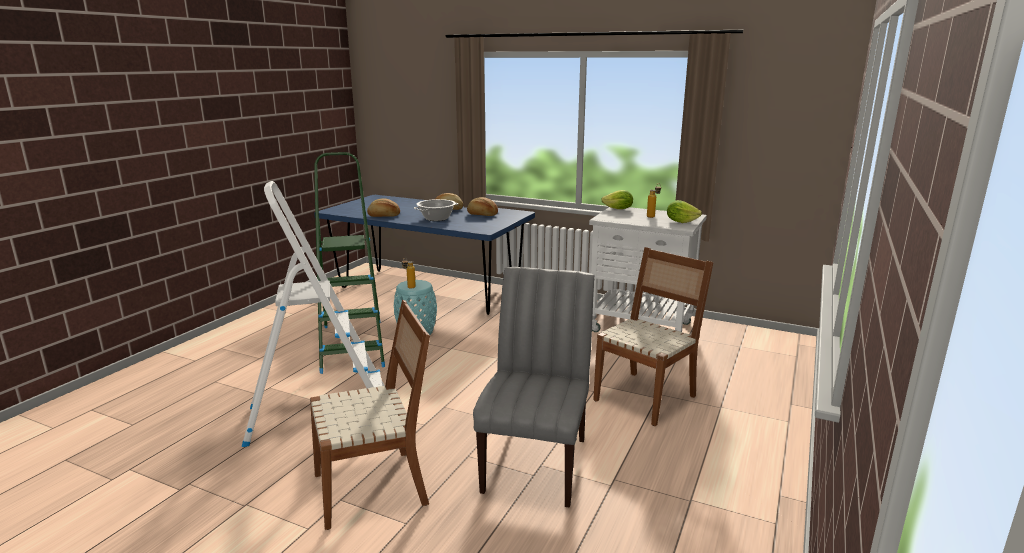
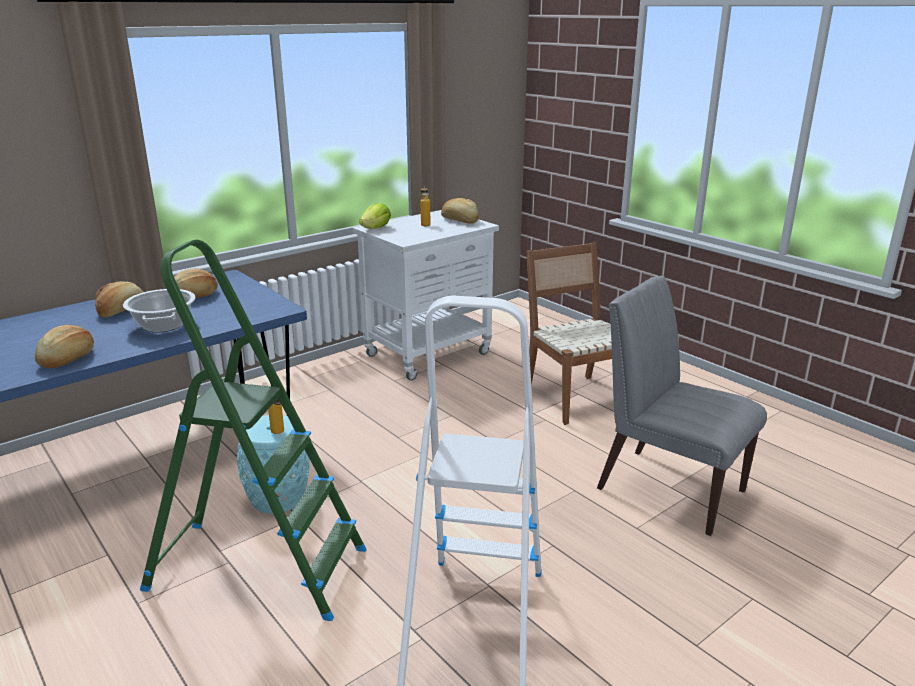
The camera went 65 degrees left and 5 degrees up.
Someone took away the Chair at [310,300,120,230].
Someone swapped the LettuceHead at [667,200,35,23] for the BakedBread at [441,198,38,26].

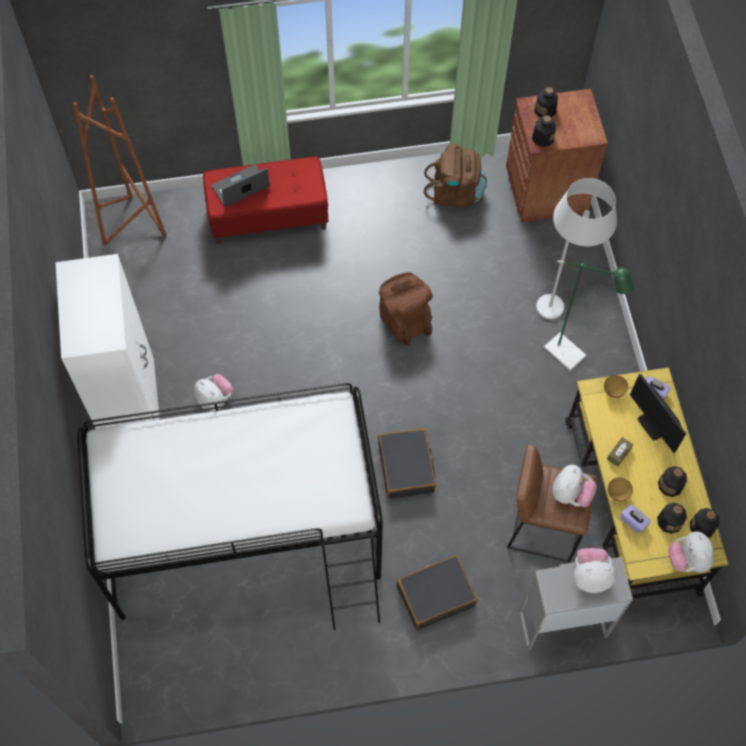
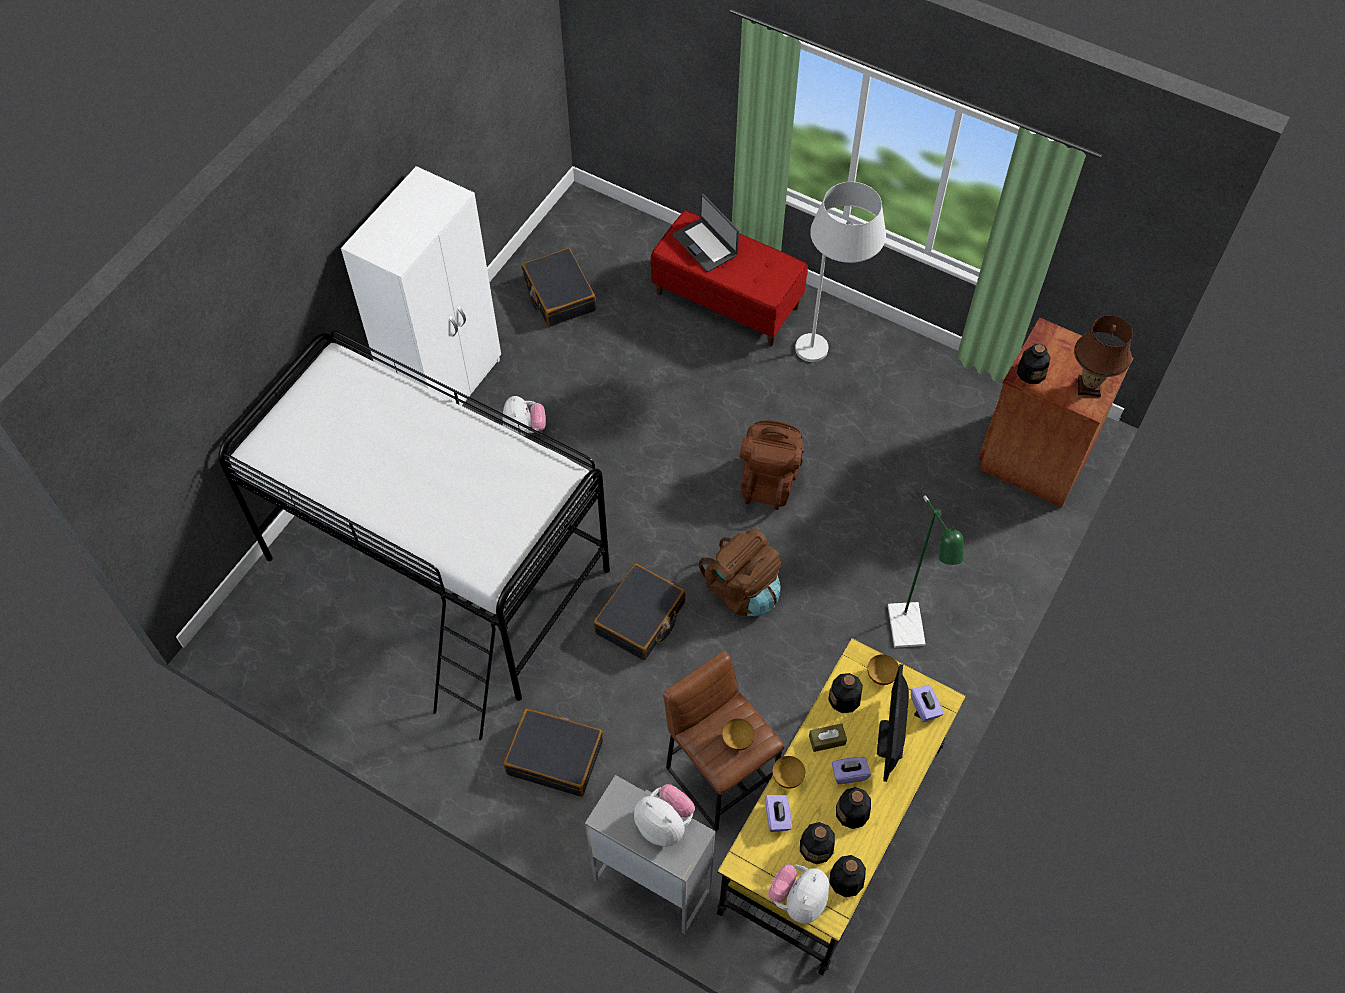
The camera went 40 degrees right and 5 degrees down.
Someone took away the BrownColouredGarmentStand at [73,75,94,171].
Someone rotated the Laptop at [211,164,59,43] by 135 degrees counterclockwise.
Someone carried the BrownColouredRucksack from [424,144,63,63] to [699,529,82,87].
Someone carried the BeverageBottle from [534,87,24,30] to [828,673,35,40].
Someone carried the WhitishStandardLamp from [536,178,81,142] to [795,182,91,180].
Someone swapped the CuddlyToy at [552,465,45,42] for the DeepDish at [722,719,33,32].
Someone put down the BlackishTravelCase at [522,248,74,79].
Someone put down the PurplishBoxOfTissues at [832,757,39,27].
Someone put down the BrownColouredLampForATable at [1074,315,59,82].

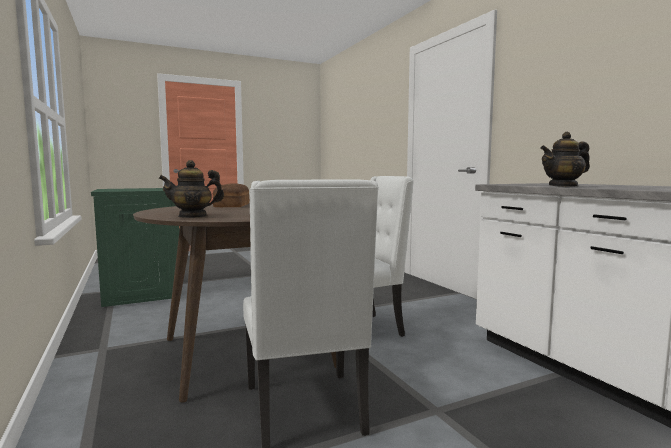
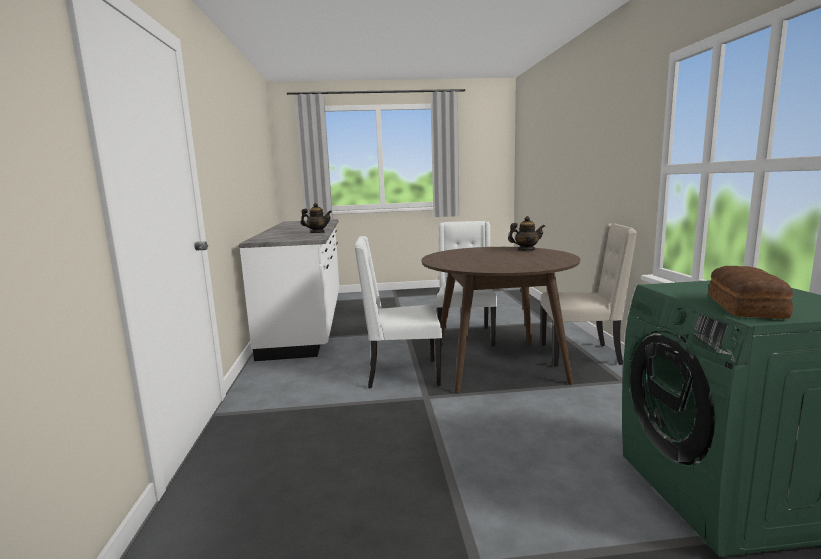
The camera went 160 degrees left and 5 degrees up.
Someone carried the BakedBread from [213,183,37,24] to [708,266,85,53].
Someone put down the BeigeChair at [540,223,97,144].

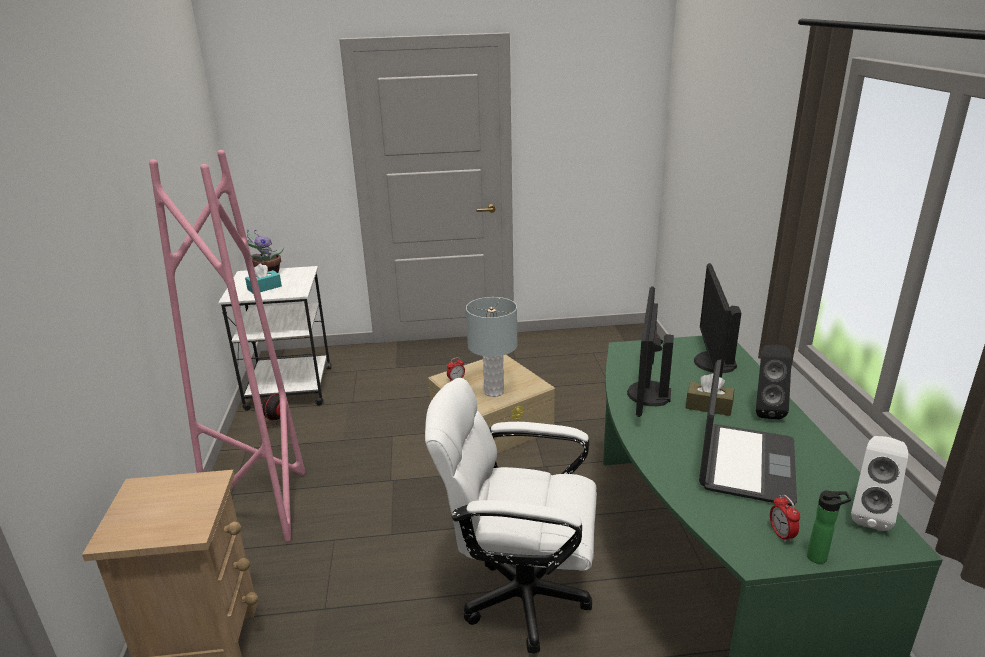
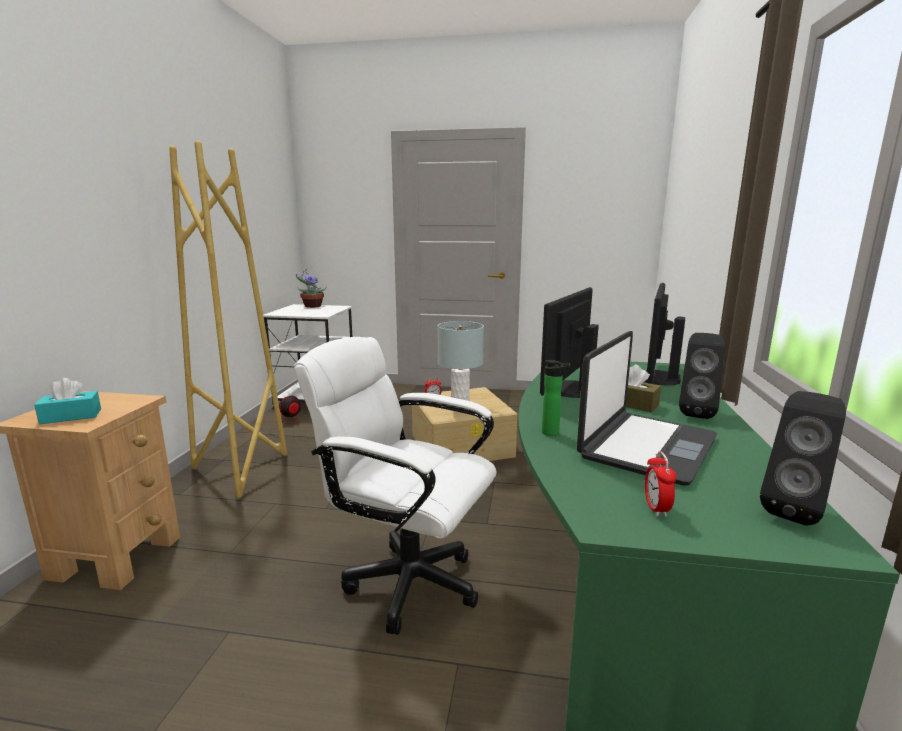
The camera went 15 degrees right and 10 degrees down.
Someone repainted the PinkGarmentStand at [149,150,156,392], which became the YellowGarmentStand at [169,141,118,357].
Someone carried the BlueGreenBoxOfTissues from [245,263,37,30] to [34,378,67,46].
Someone carried the BeverageBottle from [807,490,44,74] to [542,360,29,76].
Someone repainted the WhitishAudioSpeaker at [851,436,57,95], which became the BlackishAudioSpeaker at [760,391,86,135].

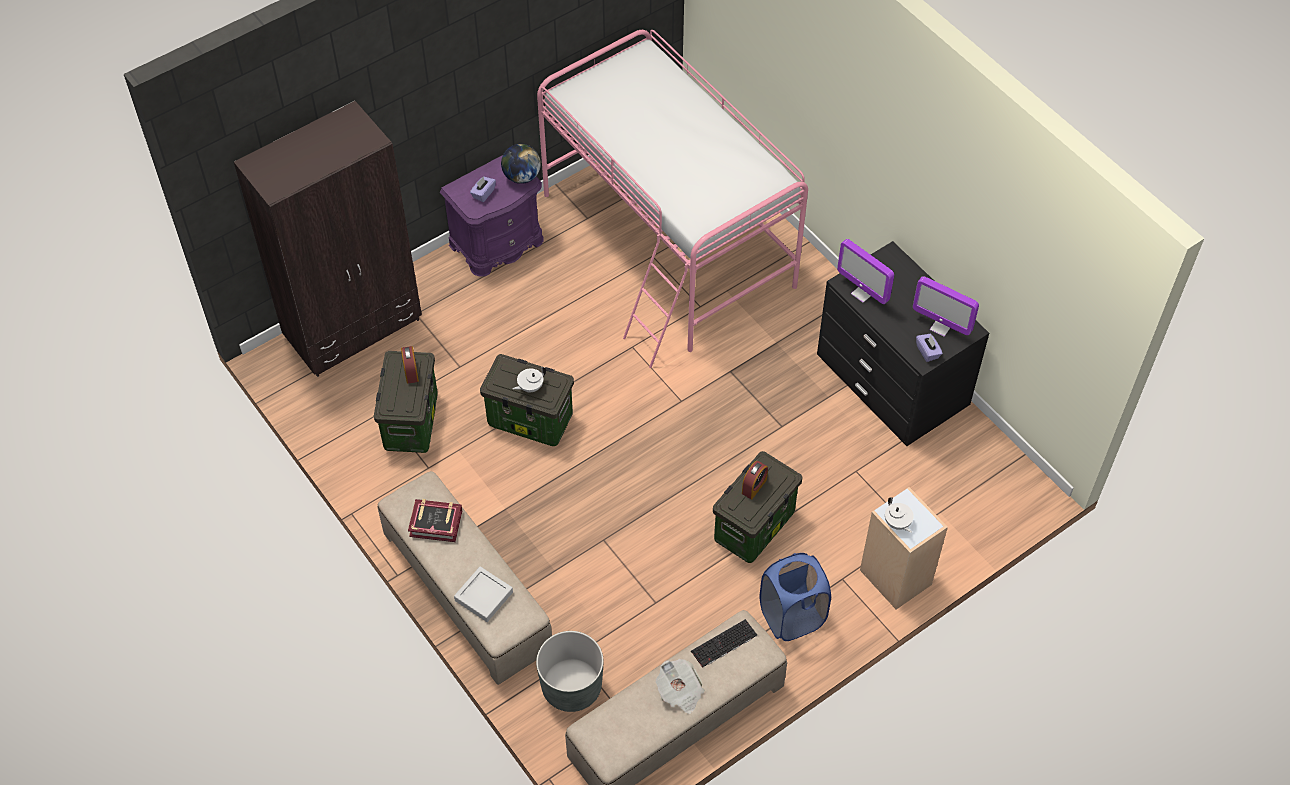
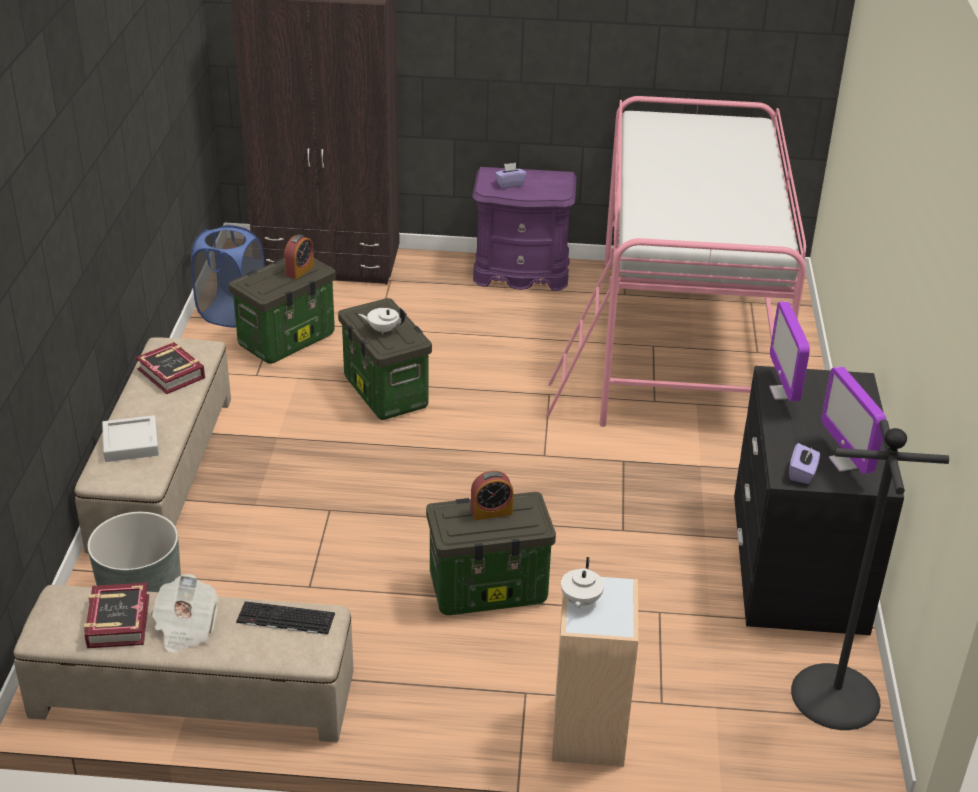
The camera went 40 degrees right and 20 degrees down.
Someone took away the Globe at [501,144,40,40].
Someone carried the BlueHamper from [760,553,71,88] to [191,225,74,103].
Someone put down the Book at [84,583,65,65].
Someone put down the BlackishGarmentStand at [791,420,158,310].

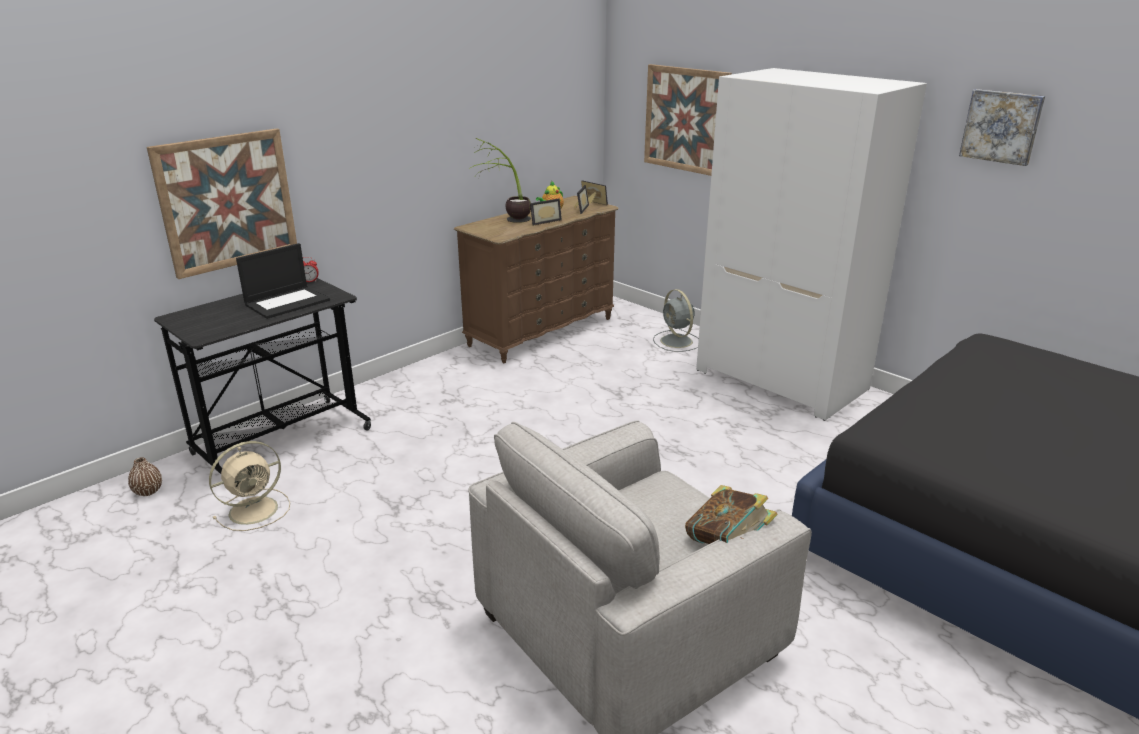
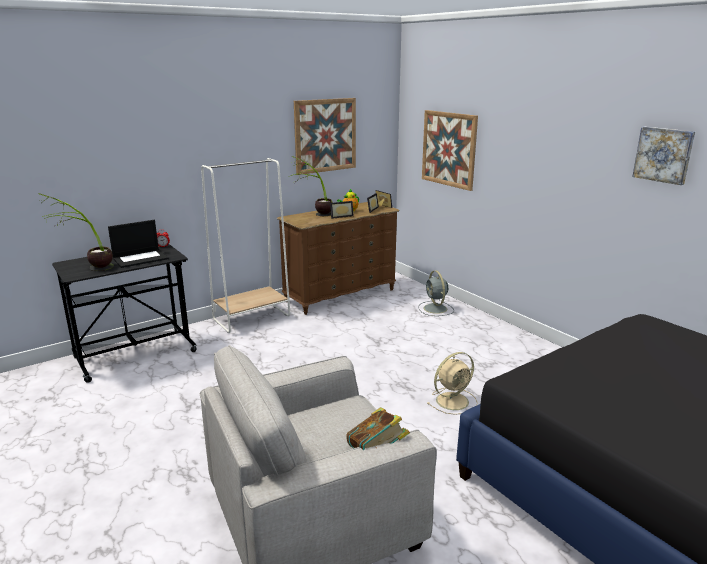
The camera went 10 degrees right and 5 degrees down.
Someone took away the BrownColouredVase at [128,457,34,39].
Someone carried the WallArt from [147,128,150,151] to [294,98,62,77].
Someone carried the BeigeCoolingFan from [209,441,81,90] to [427,352,51,63].
Someone took away the WhitishArmoire at [696,68,231,353].
Someone put down the PlantInAPot at [38,193,76,78].
Someone put down the GarmentStand at [201,158,89,175].

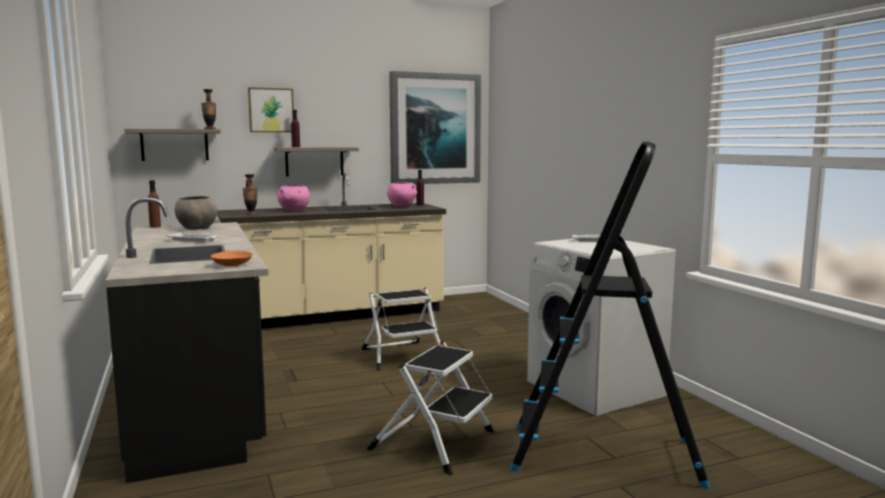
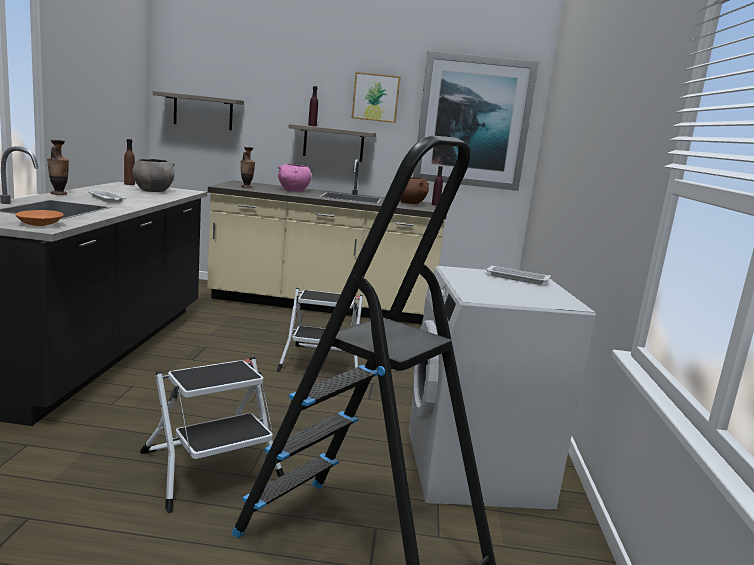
The camera went 25 degrees right and 5 degrees up.
Someone carried the Vase from [201,89,15,40] to [47,140,22,55].
Someone carried the WallArt from [248,87,46,45] to [352,72,49,51].
Someone repainted the PinkDeepDish at [387,182,30,24], which became the BrownColouredDeepDish at [400,177,29,27].

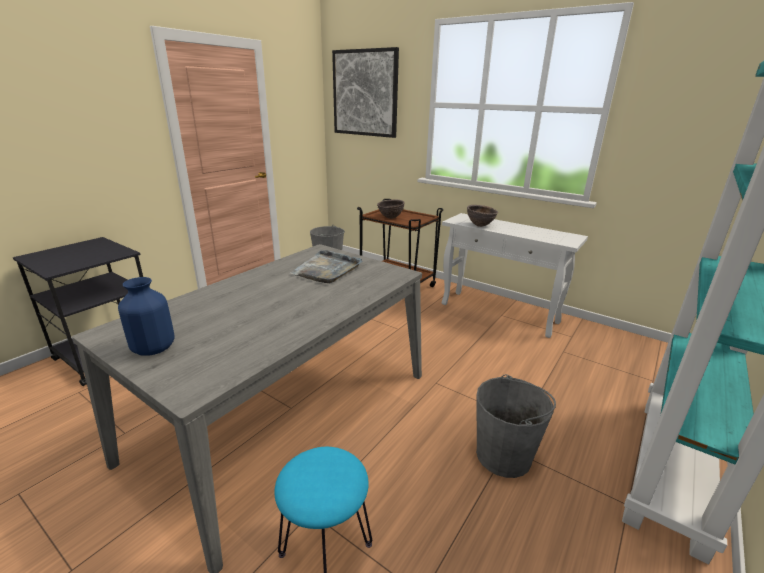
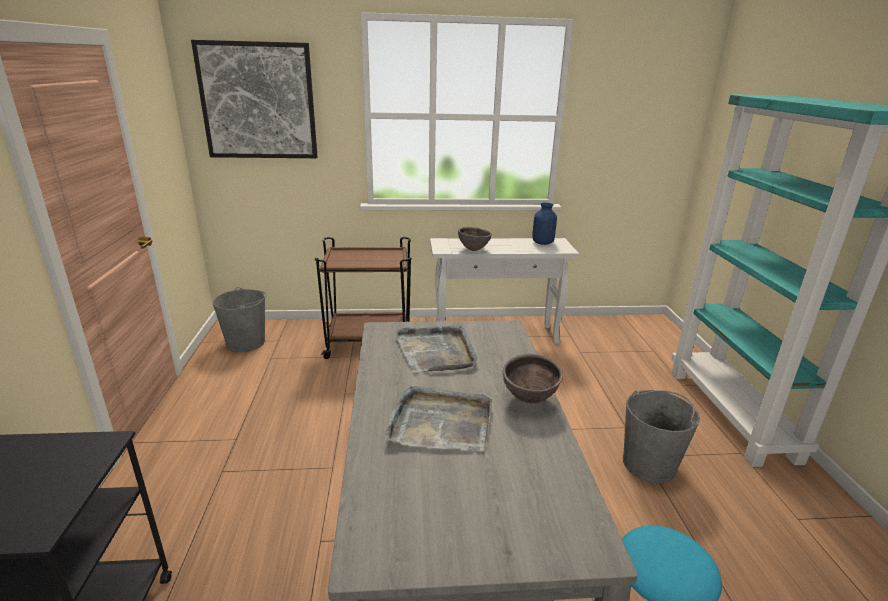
The camera went 40 degrees left and 0 degrees up.
Someone carried the BlueVase from [118,277,57,79] to [532,203,25,42].
Someone carried the BrownColouredDeepDish from [377,200,28,19] to [502,354,61,50].
Someone put down the GreyishTray at [385,385,107,67].

